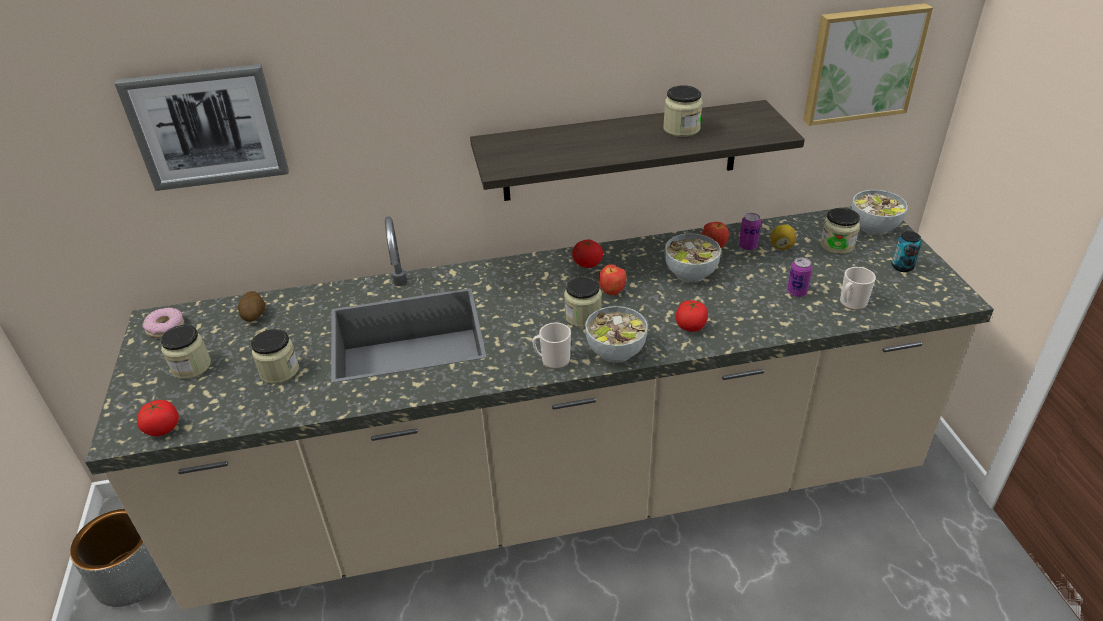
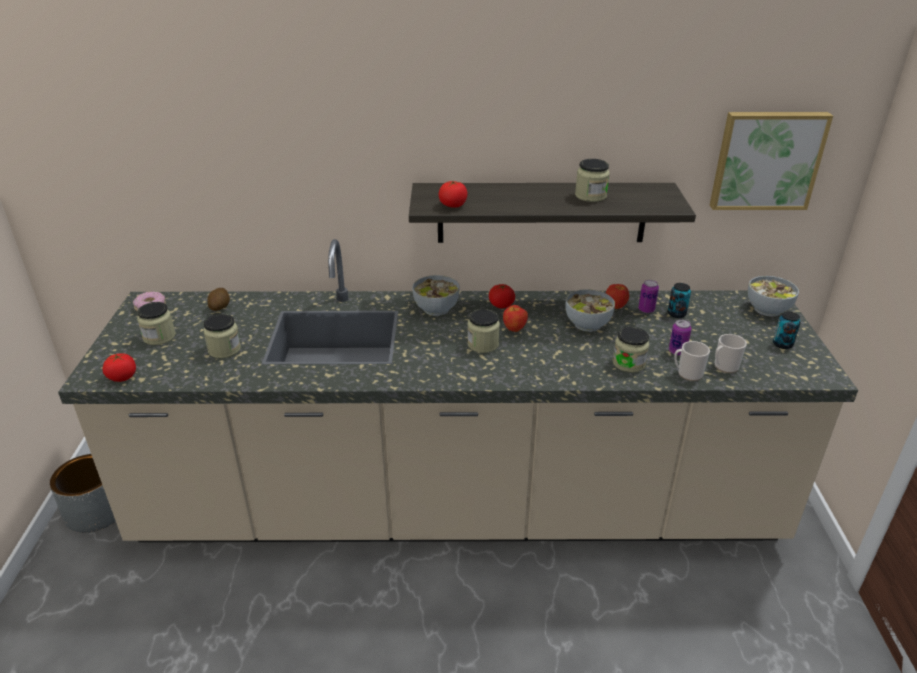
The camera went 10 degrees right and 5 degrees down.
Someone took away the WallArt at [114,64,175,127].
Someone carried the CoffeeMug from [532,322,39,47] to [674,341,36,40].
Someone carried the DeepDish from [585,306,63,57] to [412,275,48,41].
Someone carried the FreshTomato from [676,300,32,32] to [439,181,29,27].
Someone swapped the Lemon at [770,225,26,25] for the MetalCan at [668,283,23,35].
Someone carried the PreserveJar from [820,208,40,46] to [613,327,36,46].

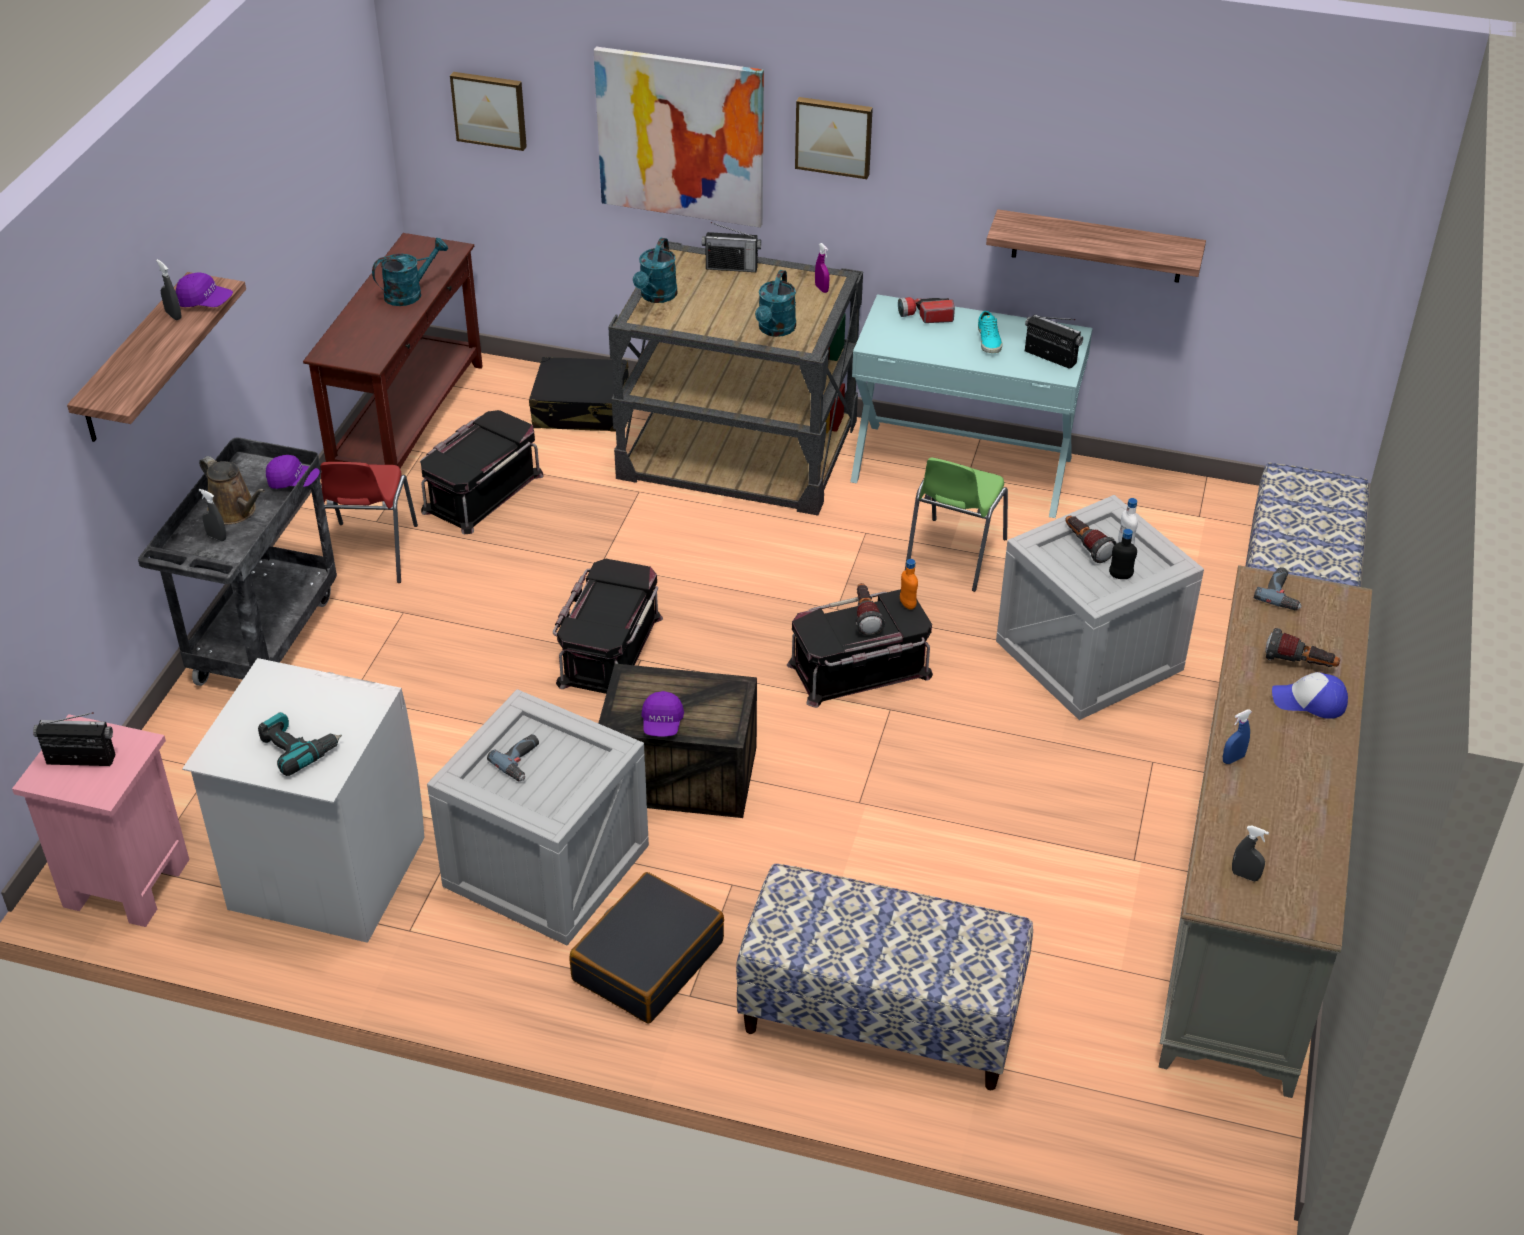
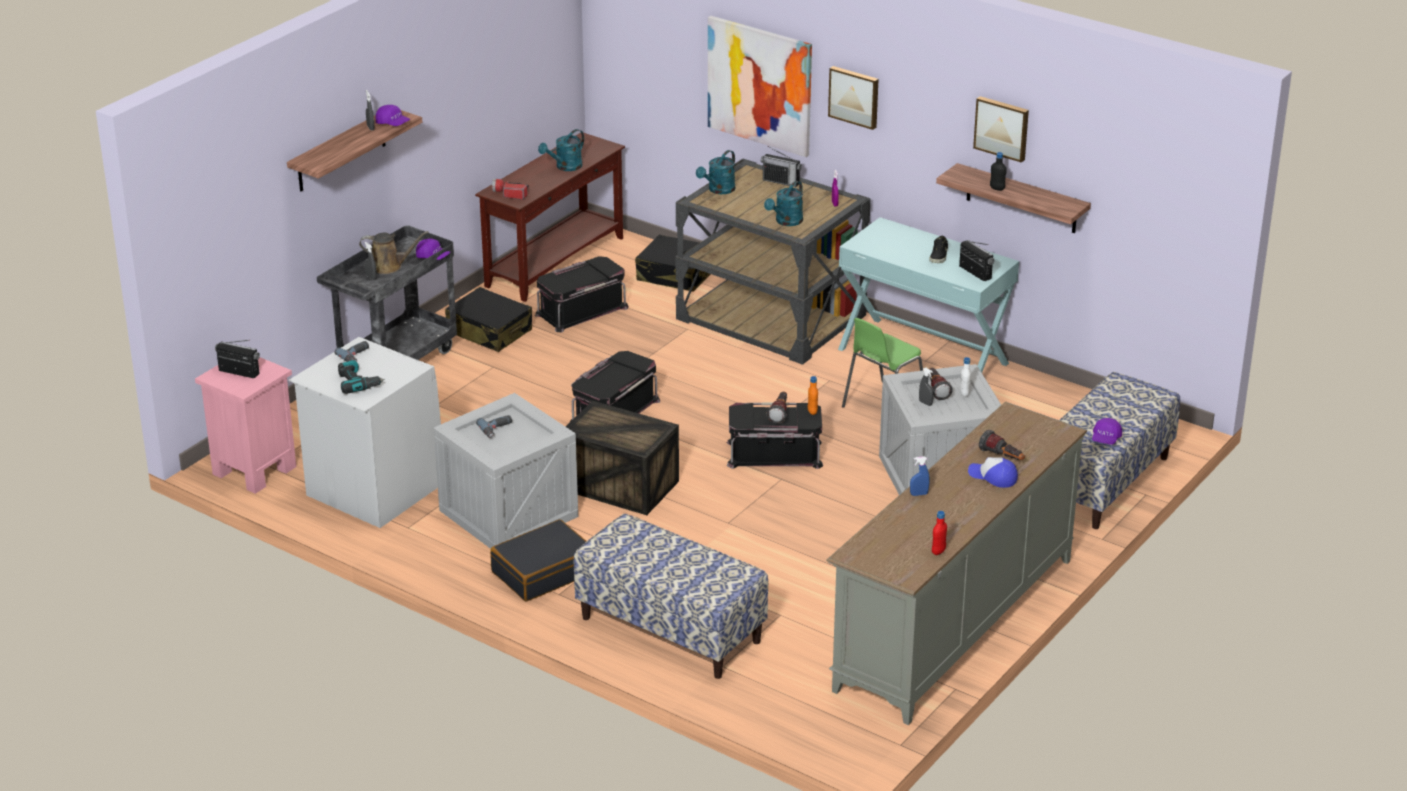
The camera went 20 degrees right and 10 degrees down.
Someone rotated the BrownColouredWateringCan at [199,456,66,68] by 60 degrees counterclockwise.
Someone swapped the RedChair at [320,462,98,121] for the BlackishTravelCase at [445,287,87,65].
Someone rotated the BlueGreenWateringCan at [372,238,76,68] by 150 degrees clockwise.
Someone carried the WallArt from [450,72,77,79] to [973,96,56,67].
Someone carried the PurplishBaseballCap from [641,691,43,46] to [1092,418,30,27].
Someone carried the Flashlight from [898,297,57,26] to [492,179,37,21].
Someone repainted the BlueGreenLowShoe at [978,311,25,42], which became the BlackishLowShoe at [929,236,19,27].
Someone carried the BlackishBeverageBottle from [1109,529,28,50] to [990,152,17,39].
Someone carried the GreyishHandSprayer from [1232,826,37,55] to [919,368,15,38].
Someone carried the PowerDrill from [1254,567,48,43] to [334,341,35,21].
Someone put down the RedBeverageBottle at [932,511,15,44].

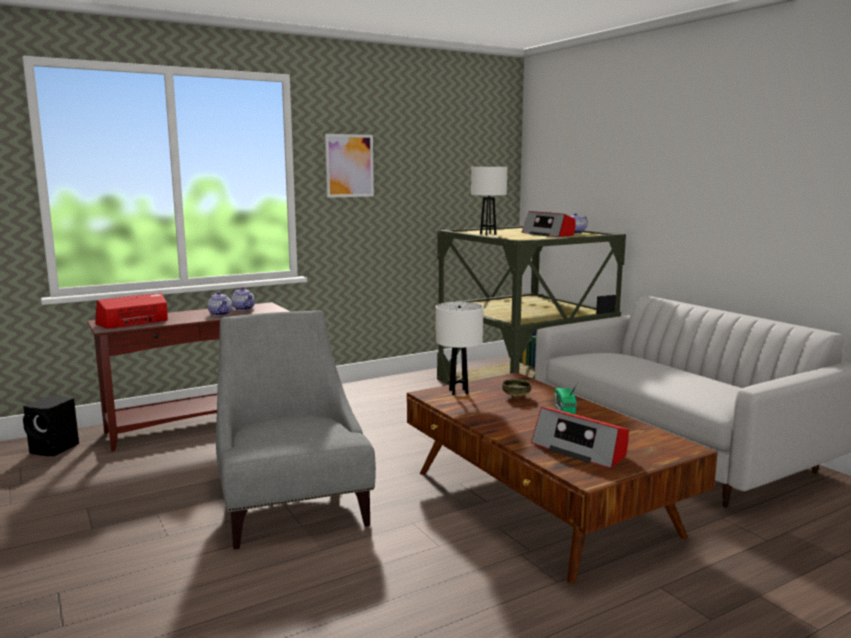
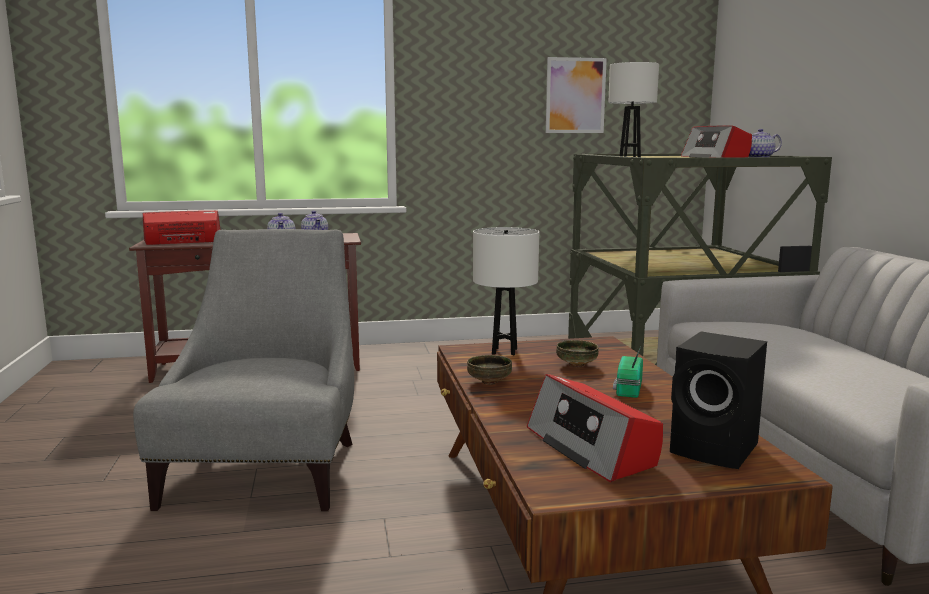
The camera went 20 degrees right and 0 degrees up.
Someone carried the BlackishAudioSpeaker from [23,396,56,60] to [670,331,97,138].
Someone carried the WallArt from [325,134,49,64] to [546,57,61,76].
Someone put down the DeepDish at [467,355,45,30].

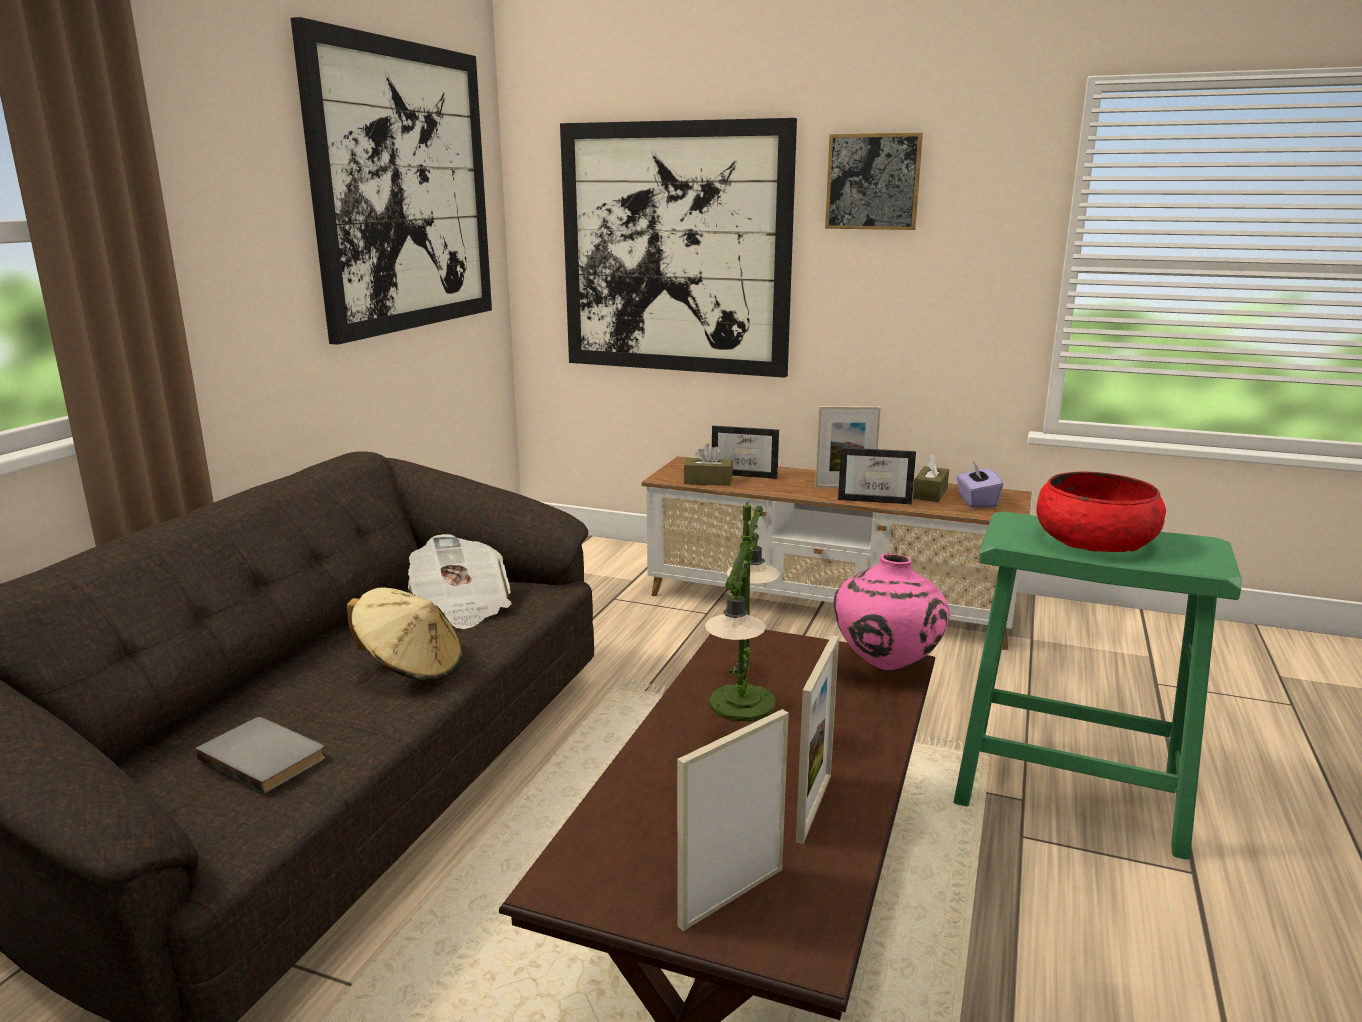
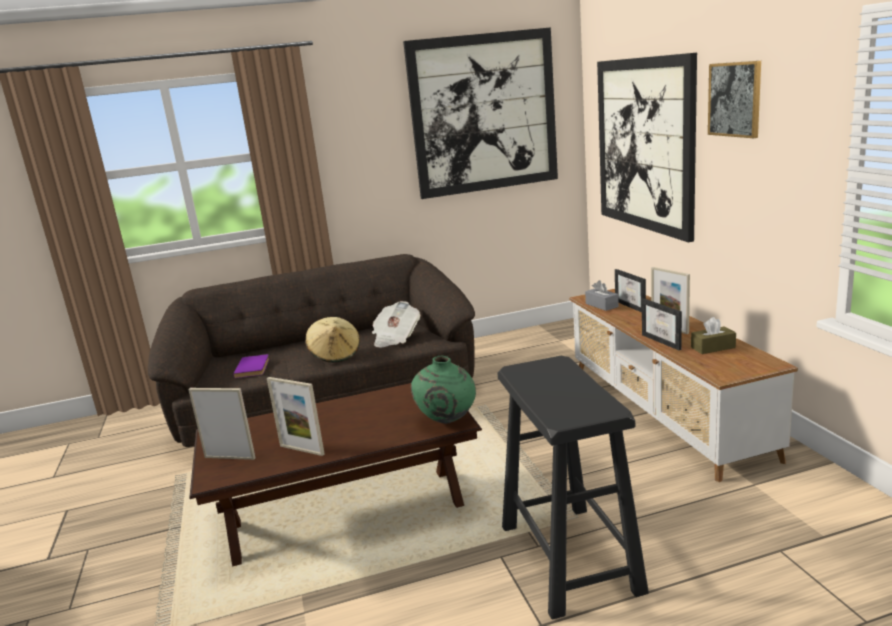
The camera went 55 degrees right and 0 degrees up.
Someone repainted the GreyishBook at [195,717,130,77], which became the PurplishBook at [234,354,36,24].
Someone repainted the BrownColouredBoxOfTissues at [684,443,49,43], which became the GreyishBoxOfTissues at [585,280,34,31].
Someone took away the LampForATable at [705,502,75,219].
Someone rotated the StandingFrame at [796,635,43,209] by 45 degrees clockwise.
Someone repainted the PinkVase at [833,554,117,117], which became the GreenishVase at [411,356,65,68].
Someone repainted the GreenishSittingStool at [954,512,288,348], which became the BlackishSittingStool at [497,356,152,264].
Someone took away the PurplishBoxOfTissues at [956,461,47,47].
Someone took away the RedDeepDish at [1036,472,130,80].

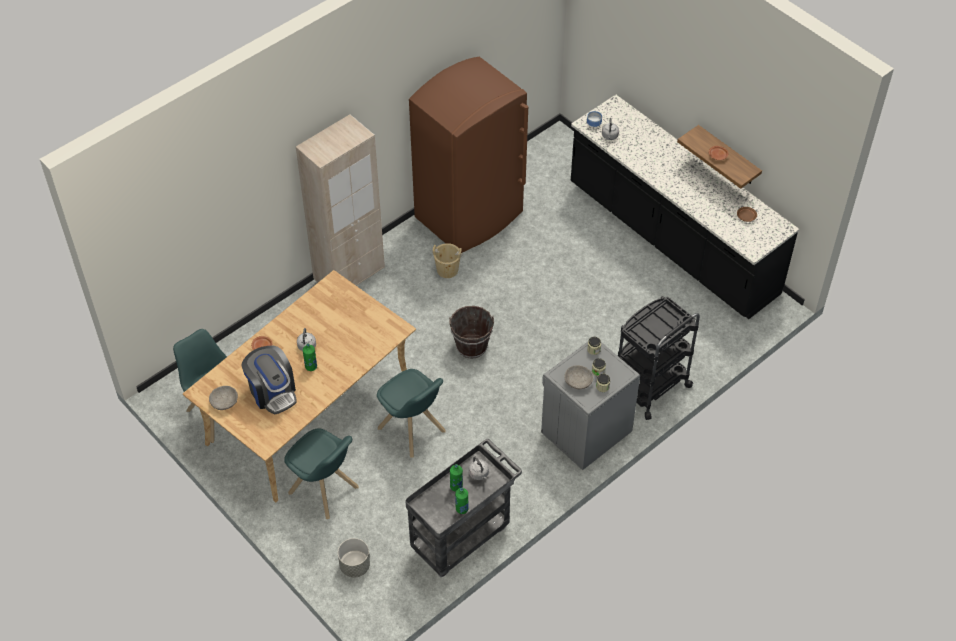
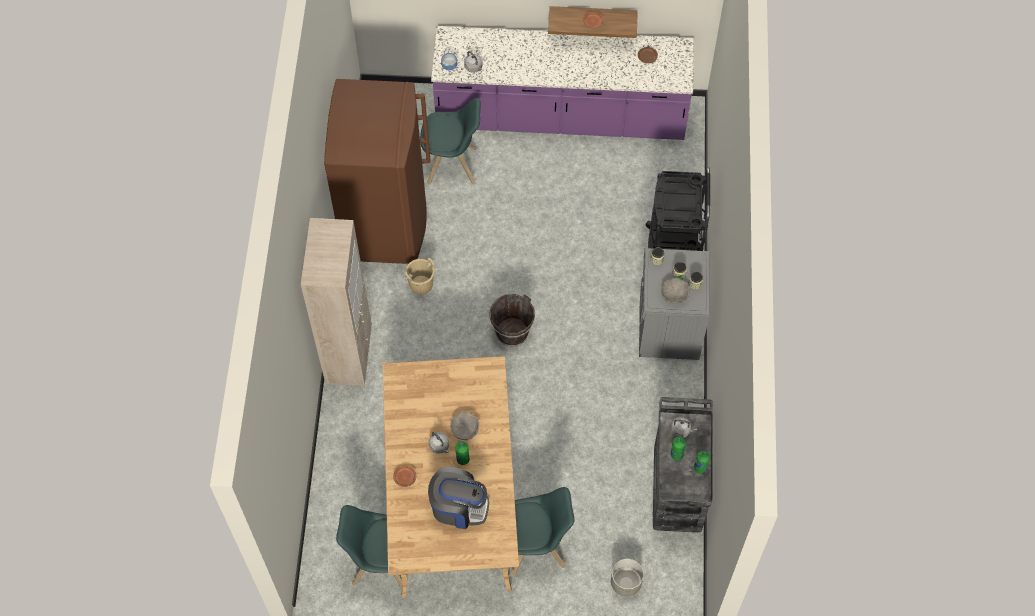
The camera went 45 degrees left and 10 degrees up.
Someone carried the GreyishDeepDish from [209,386,29,24] to [450,412,29,28].
Someone carried the BlueGreenChair from [377,369,69,89] to [420,98,61,87].
Someone repainted the BlackishKitchenCounter at [571,95,228,224], which became the PurplishKitchenCounter at [431,26,263,114].

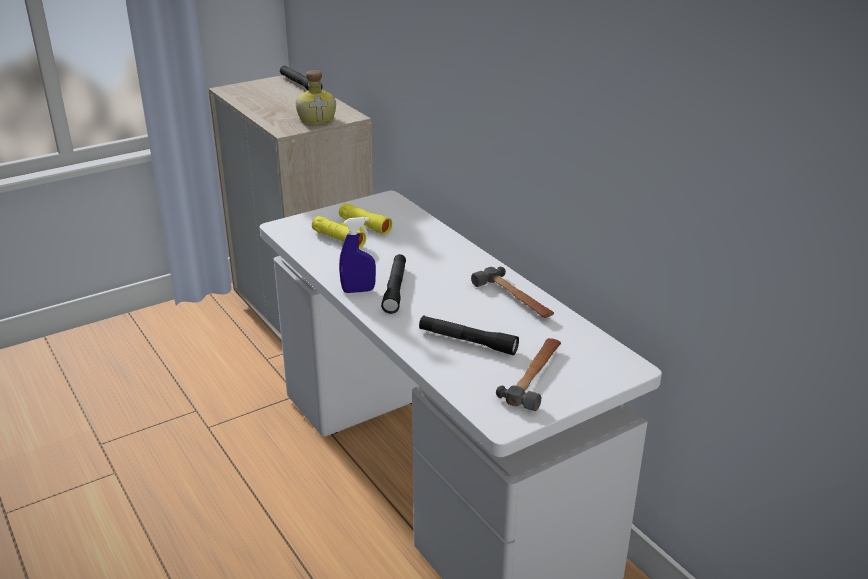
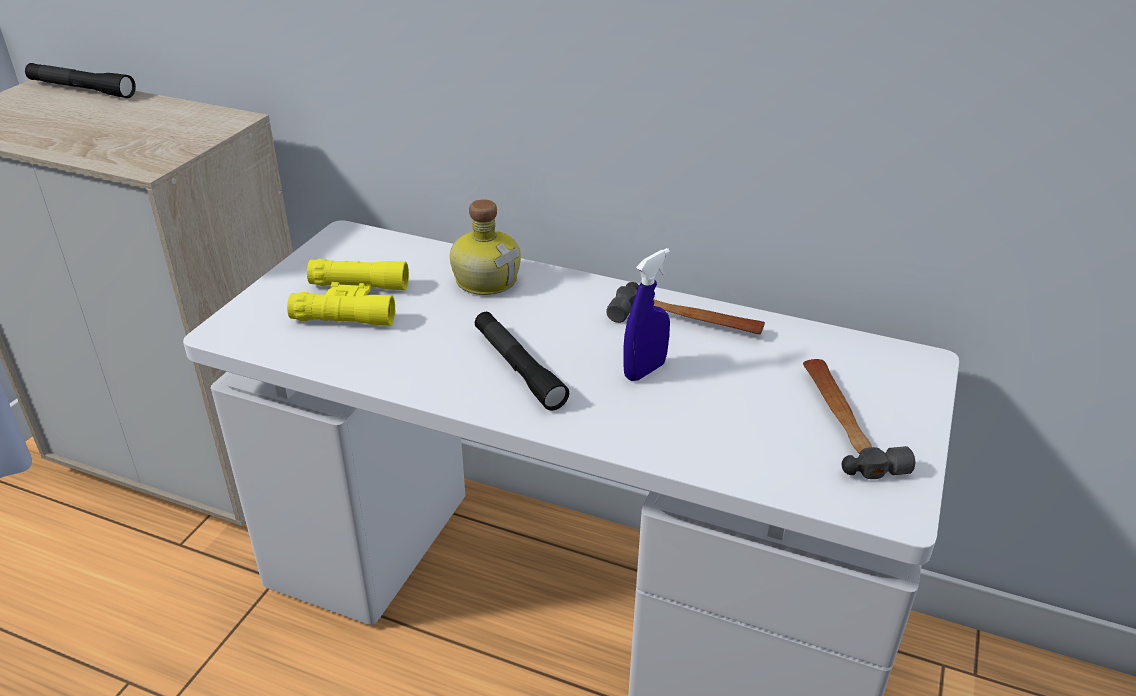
The camera went 35 degrees left and 5 degrees up.
Someone carried the BeverageBottle from [296,70,40,55] to [450,199,71,96].
Someone carried the BlueHandSprayer from [339,217,37,76] to [623,248,47,133].
Someone took away the BlackishFlashlight at [419,316,100,39].

